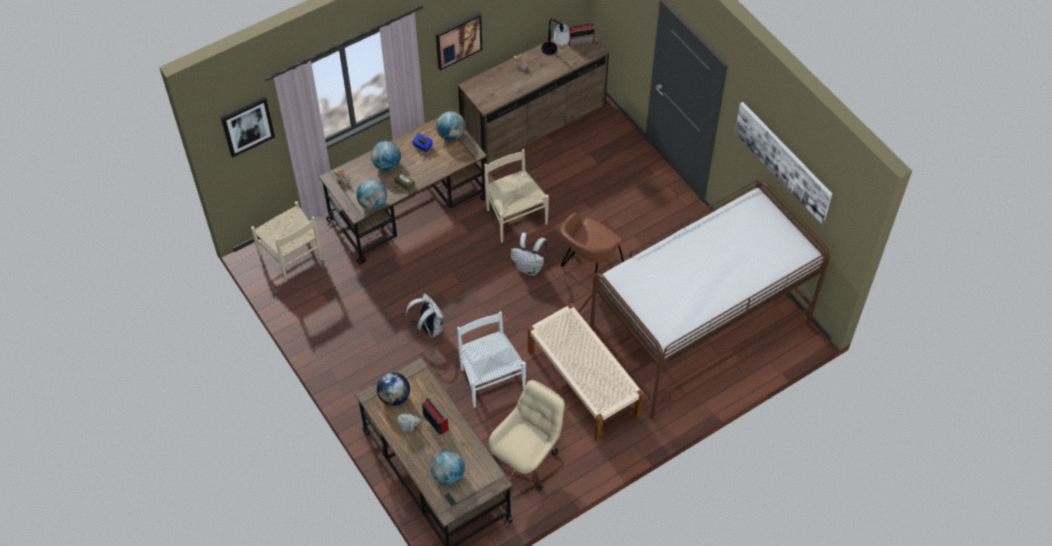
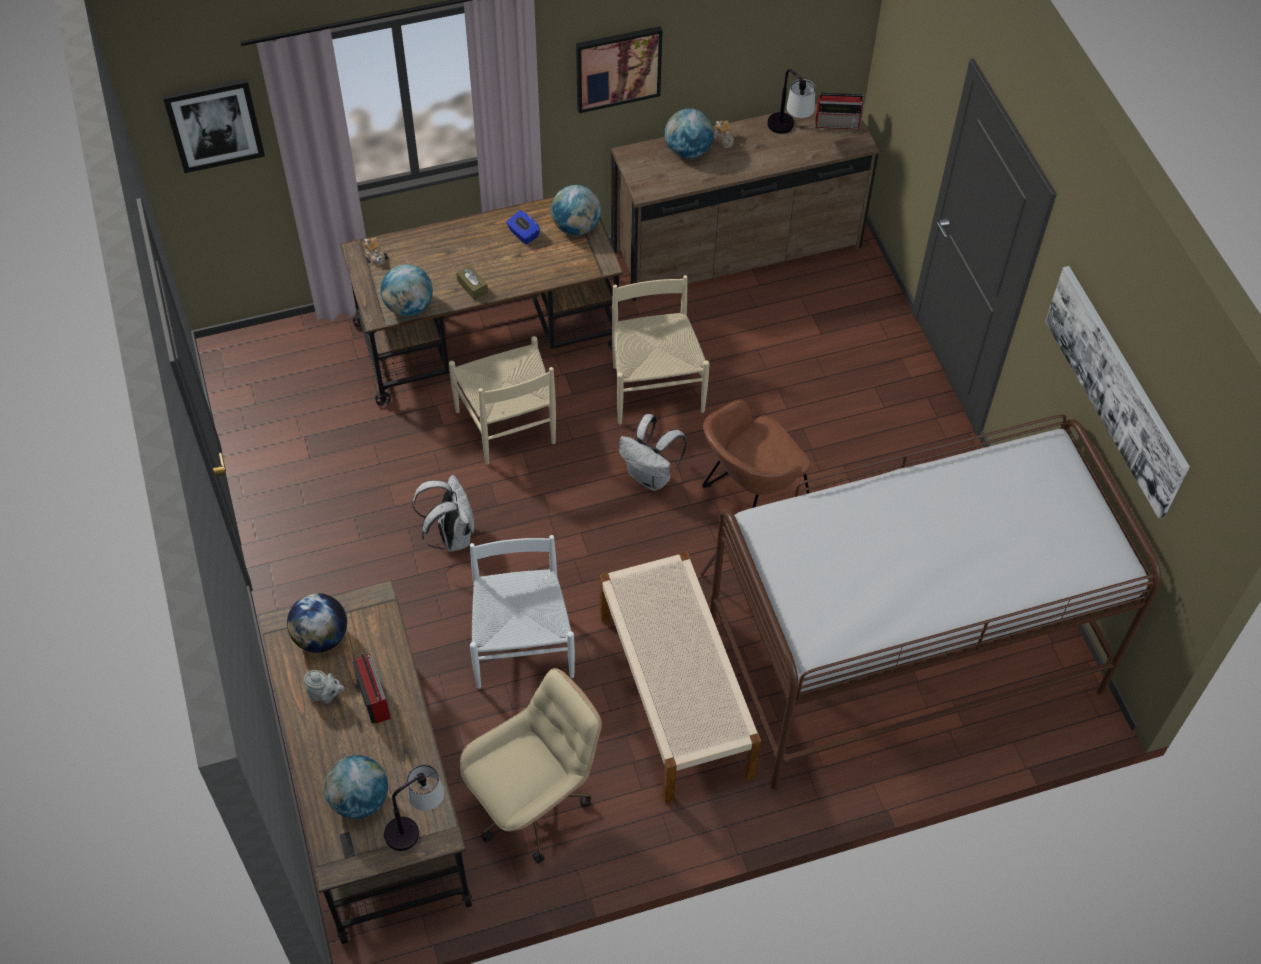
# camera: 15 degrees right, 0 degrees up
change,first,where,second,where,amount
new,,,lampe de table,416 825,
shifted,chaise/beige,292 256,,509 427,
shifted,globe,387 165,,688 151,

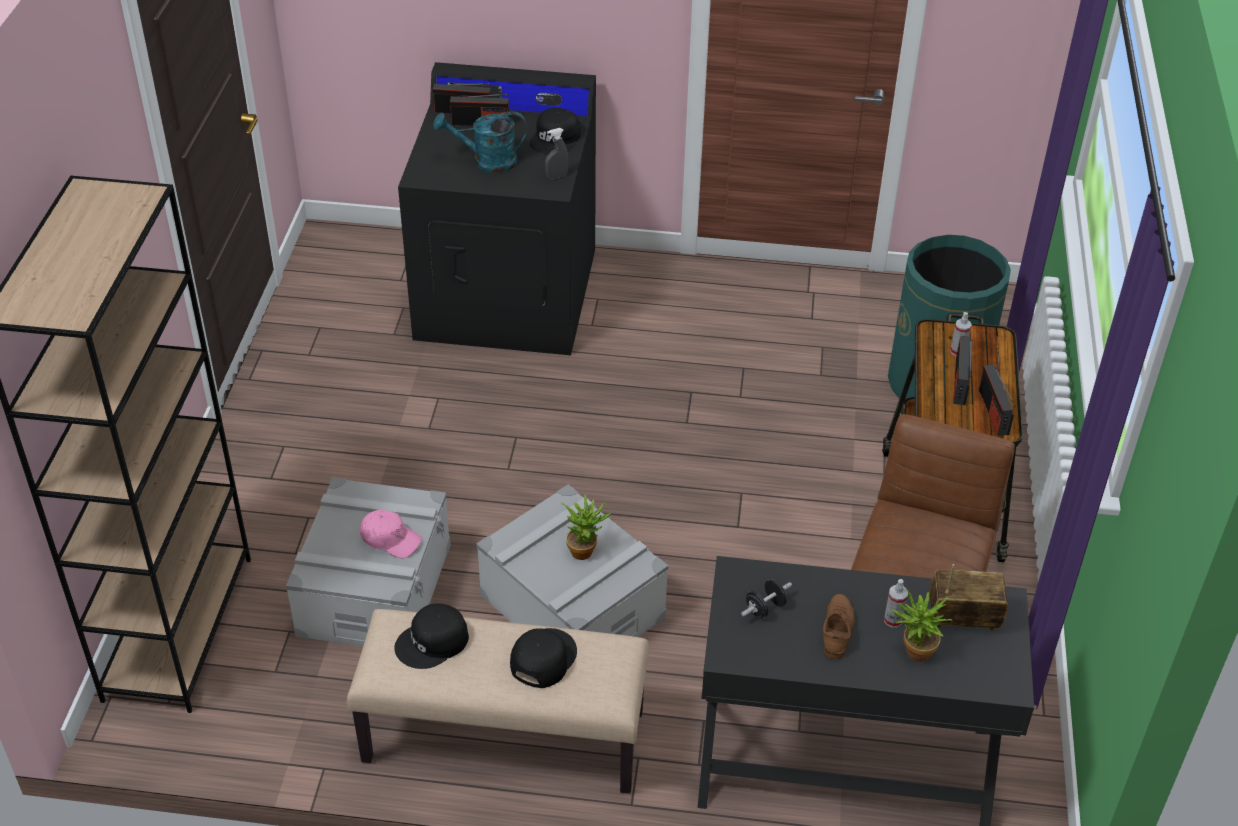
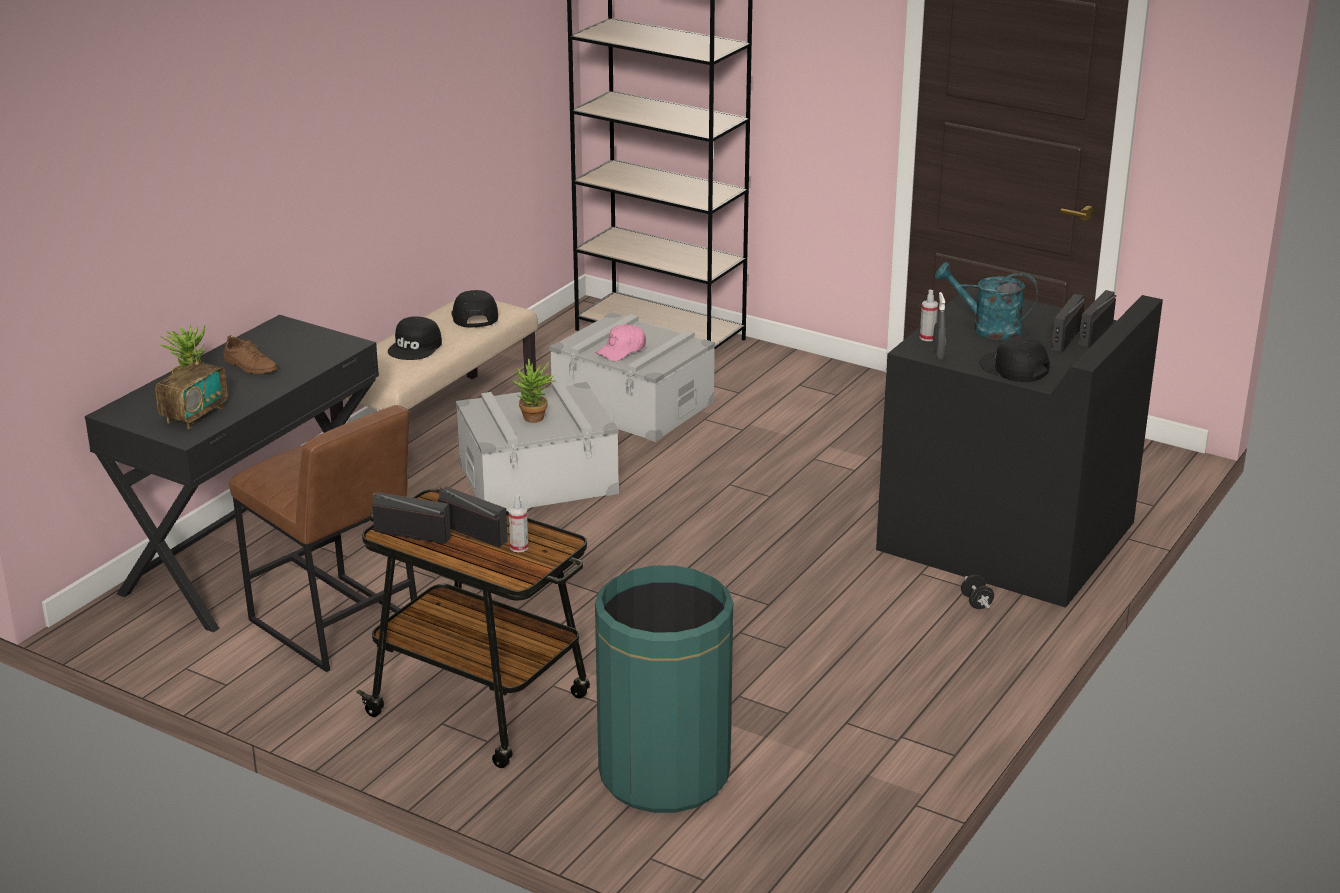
# camera: 115 degrees right, 15 degrees down
change,first,where,second,where,amount
rotated,casquette/noir,542 658,,416 347,60 degrees clockwise
shifted,vaporisateur,893 620,,927 337,
rotated,arrosoir/turquoise,486 162,,987 328,90 degrees counterclockwise
shifted,haltère/noir,765 608,,976 602,

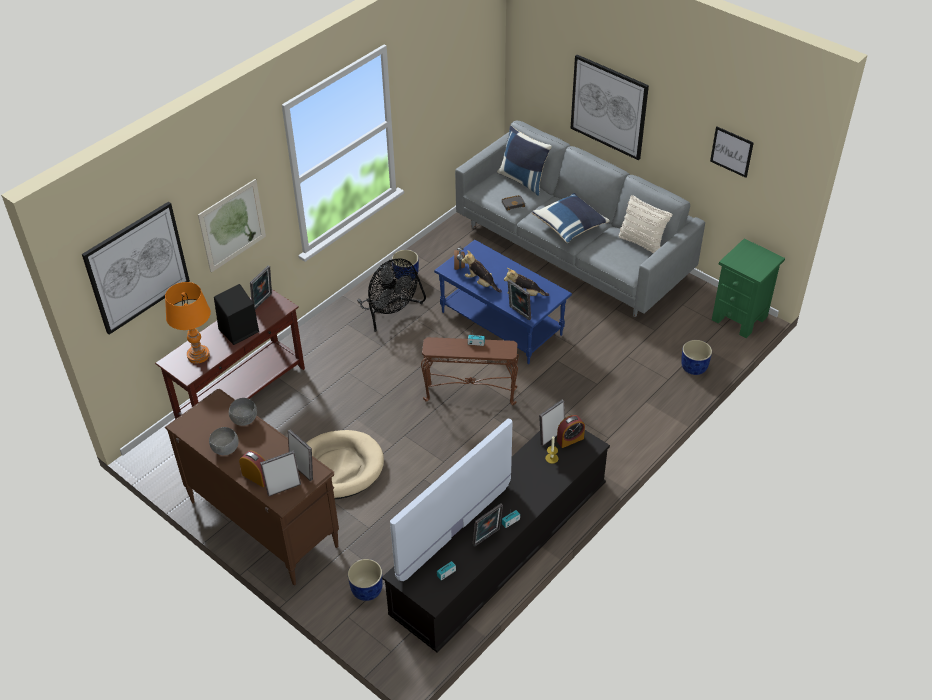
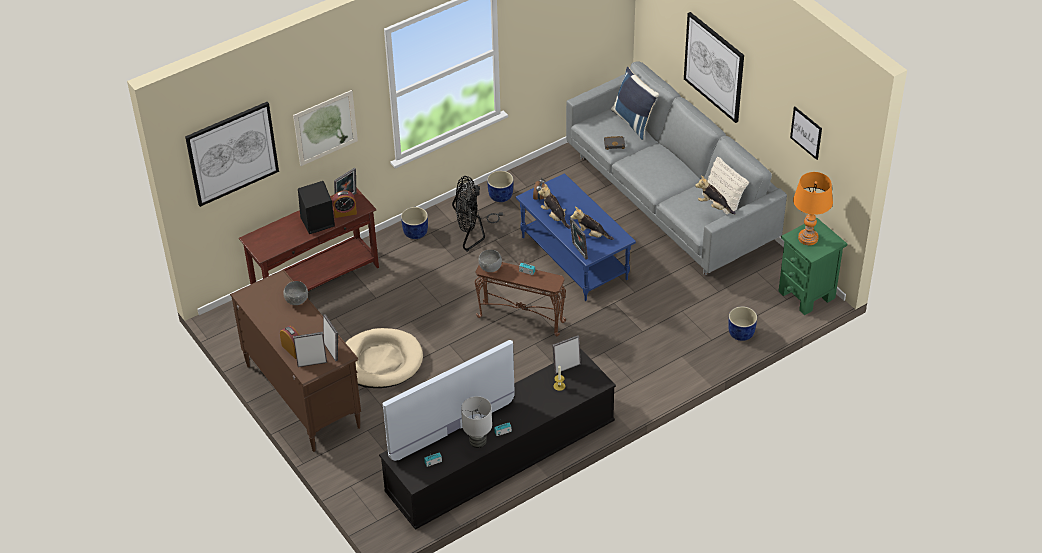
# camera: 15 degrees right, 0 degrees up
change,first,where,second,where,amount
shifted,réveil,570 439,,345 212,
shifted,cache-pot/bleu,367 589,,416 232,
rotated,ventilateur/noir,389 311,,473 228,105 degrees clockwise
swapped,cadre photo,487 538,lampe de table/gris,478 441,
shifted,bol/gris,225 450,,490 268,
new,,,peluche,714 206,
shifted,lampe de table/orange,198 355,,808 238,
gone,coussin/bleu,570 226,,,

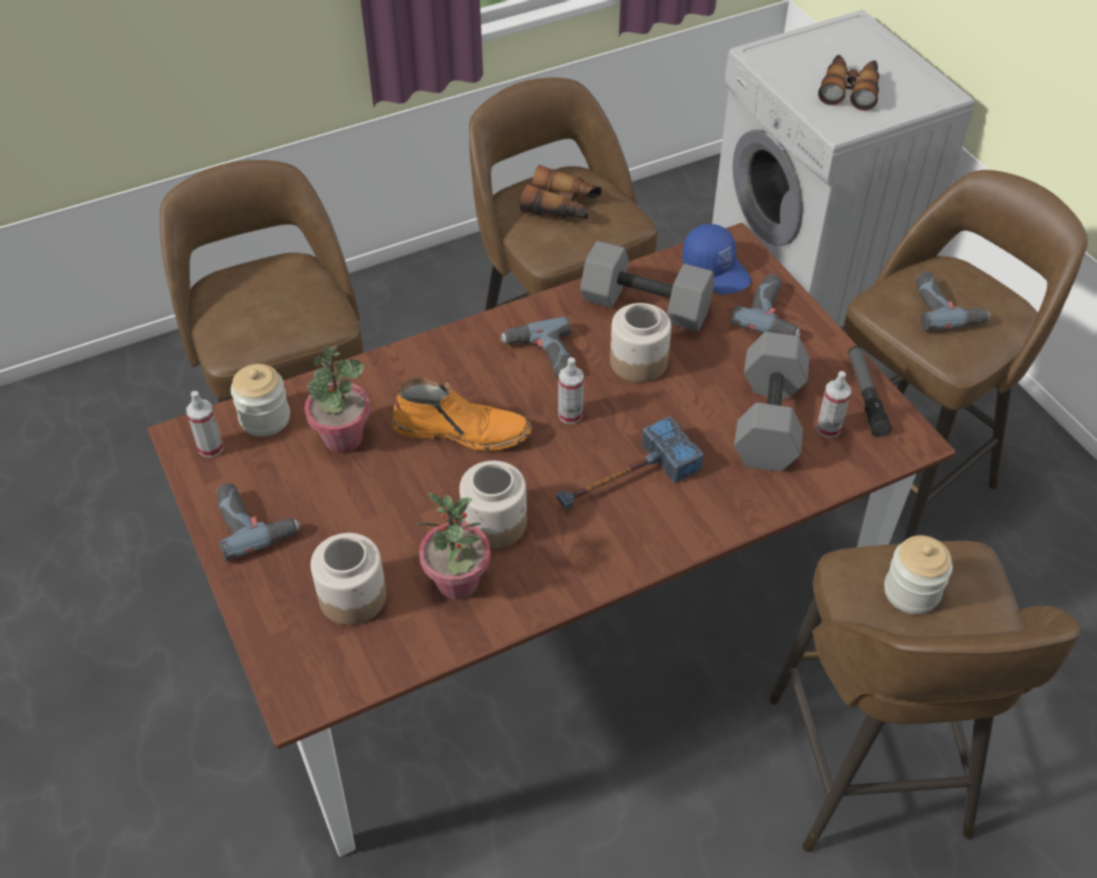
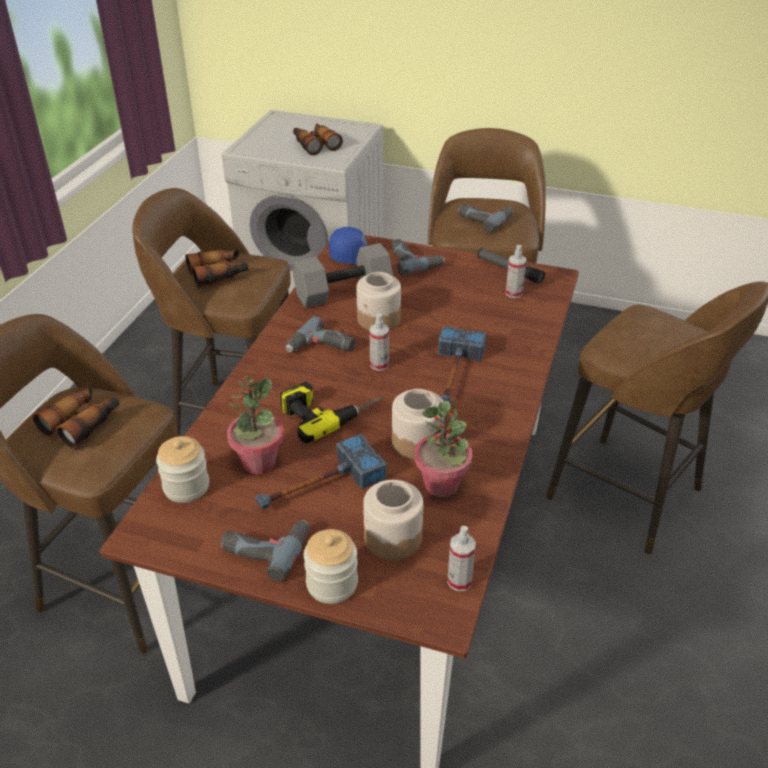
# camera: 45 degrees left, 10 degrees down
change,first,where,second,where,amount
new,,,jumelles,82 422,
new,,,marteau,318 487,
swapped,botte/orange,462 430,perceuse,328 410,
shifted,bocal,911 592,,332 584,
shifted,vaporisateur,211 448,,459 581,
gone,haltère/gris,766 419,,,

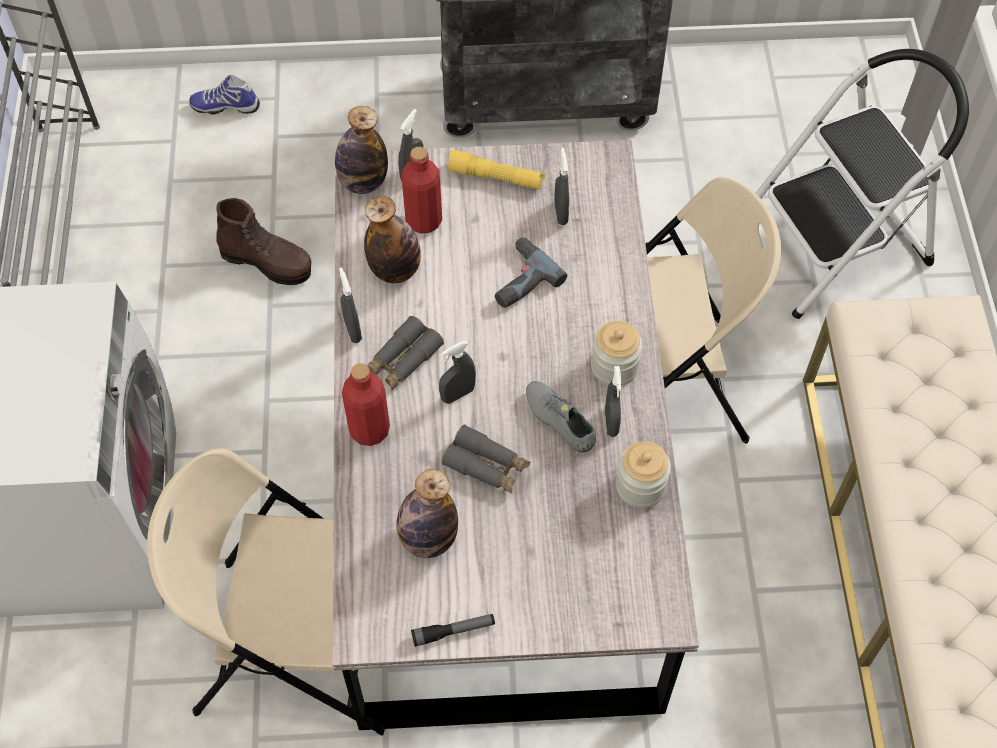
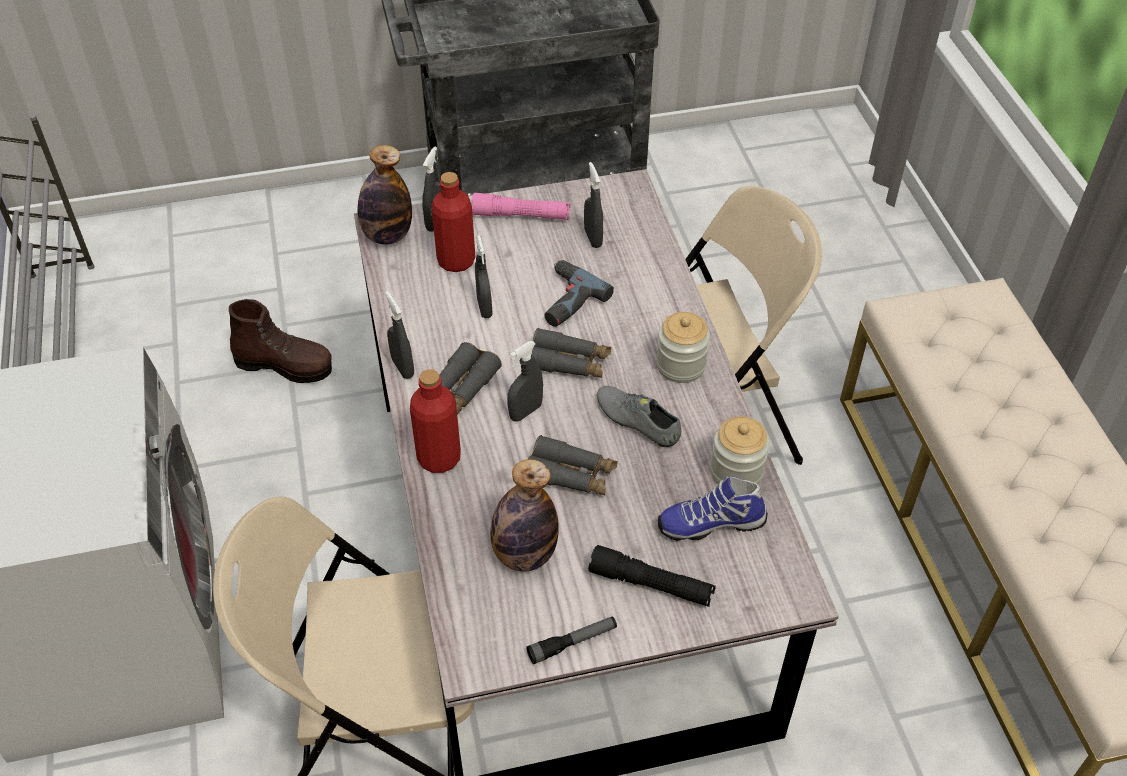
# camera: 10 degrees left, 10 degrees down
change,first,where,second,where,amount
repainted,lampe de poche/jaune,496 177,lampe de poche/rose,521 215,
shifted,vaporisateur/gris,611 422,,484 308,
new,,,jumelles/gris,569 362,
new,,,lampe de poche/noir,651 584,
shifted,chaussure,226 105,,710 522,
gone,bouteille,395 270,,,
gone,escabeau,838 243,,,

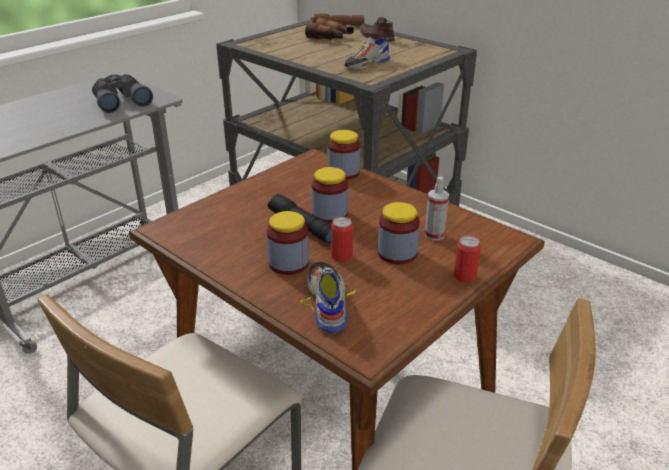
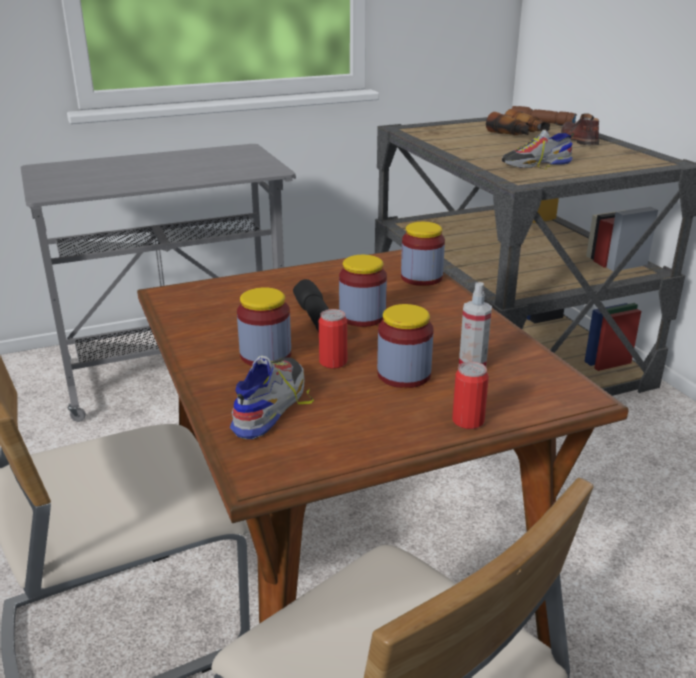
# camera: 25 degrees right, 5 degrees down
change,first,where,second,where,amount
gone,jumelles/gris,121 101,,,

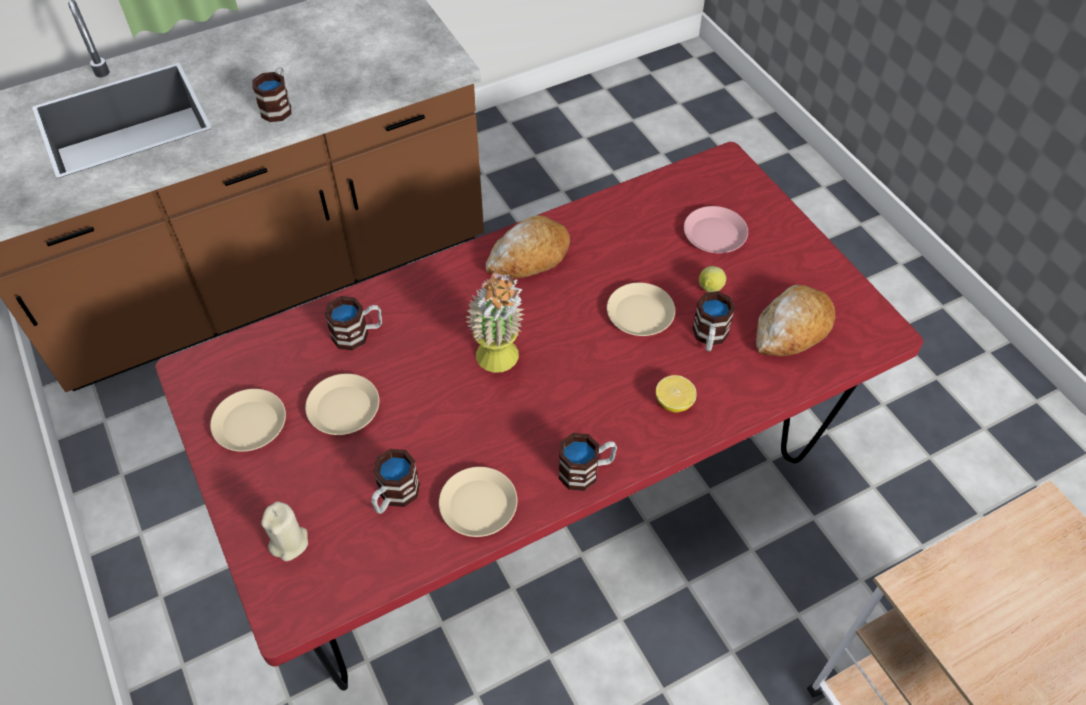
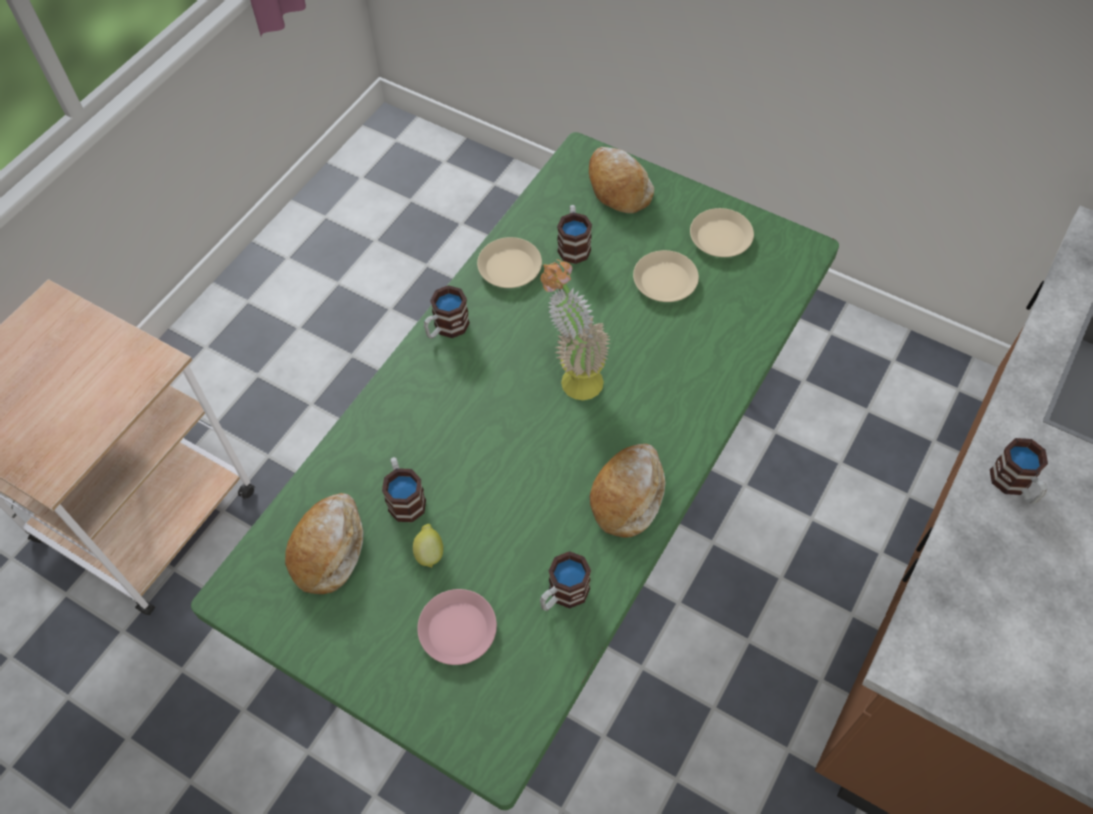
# camera: 150 degrees right, 5 degrees up
change,first,where,second,where,amount
repainted,table à manger/rouge,542 490,table à manger/vert,550 533,
shifted,mug,358 334,,562 595,
swapped,bougie/beige,289 542,pain,618 187,
gone,assiette/beige,640 314,,,
gone,citron,674 402,,,

